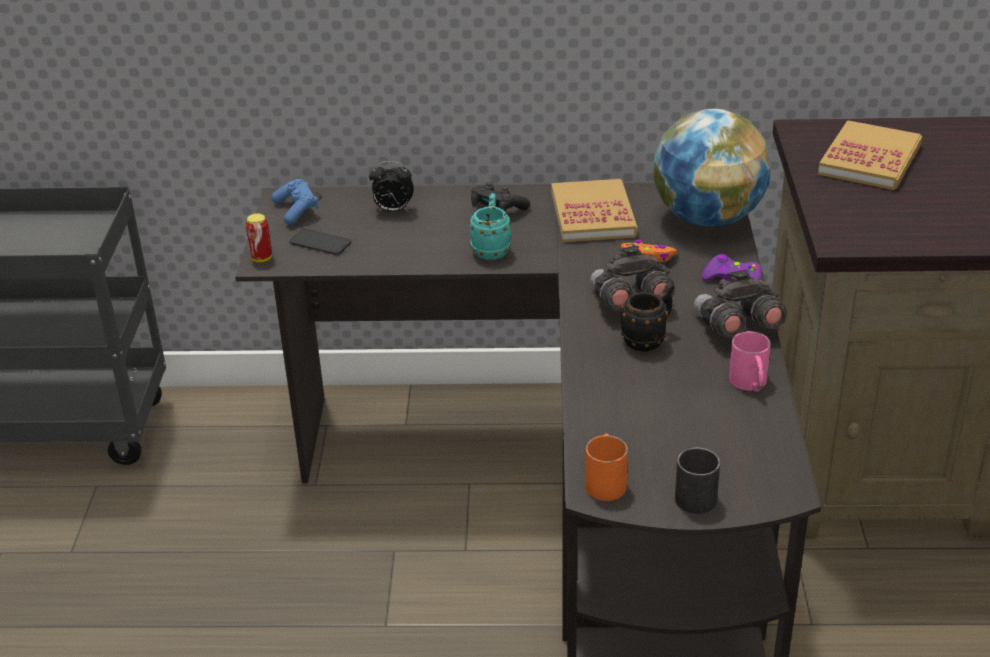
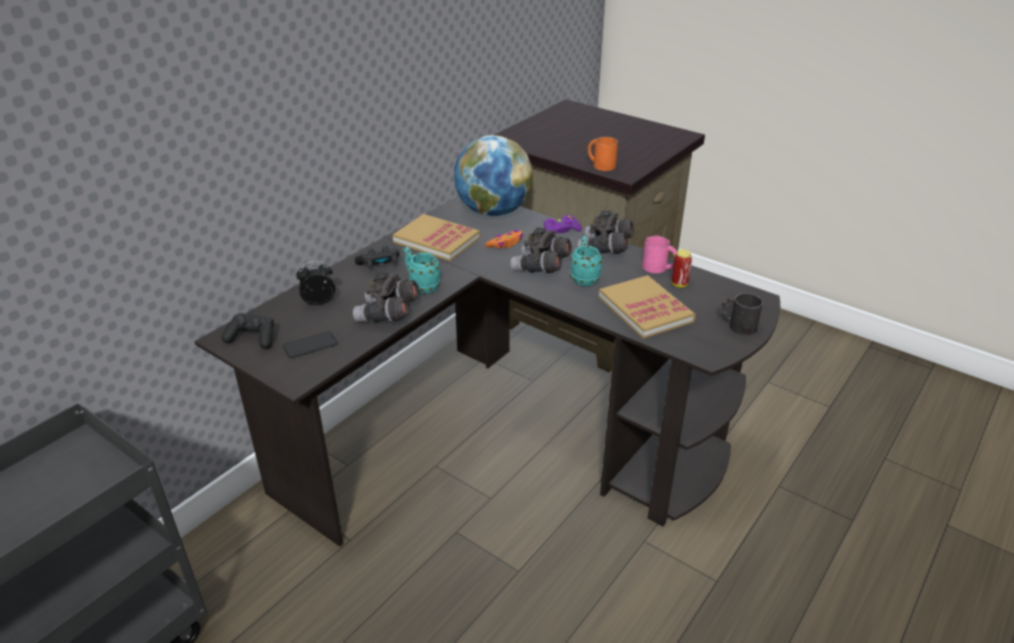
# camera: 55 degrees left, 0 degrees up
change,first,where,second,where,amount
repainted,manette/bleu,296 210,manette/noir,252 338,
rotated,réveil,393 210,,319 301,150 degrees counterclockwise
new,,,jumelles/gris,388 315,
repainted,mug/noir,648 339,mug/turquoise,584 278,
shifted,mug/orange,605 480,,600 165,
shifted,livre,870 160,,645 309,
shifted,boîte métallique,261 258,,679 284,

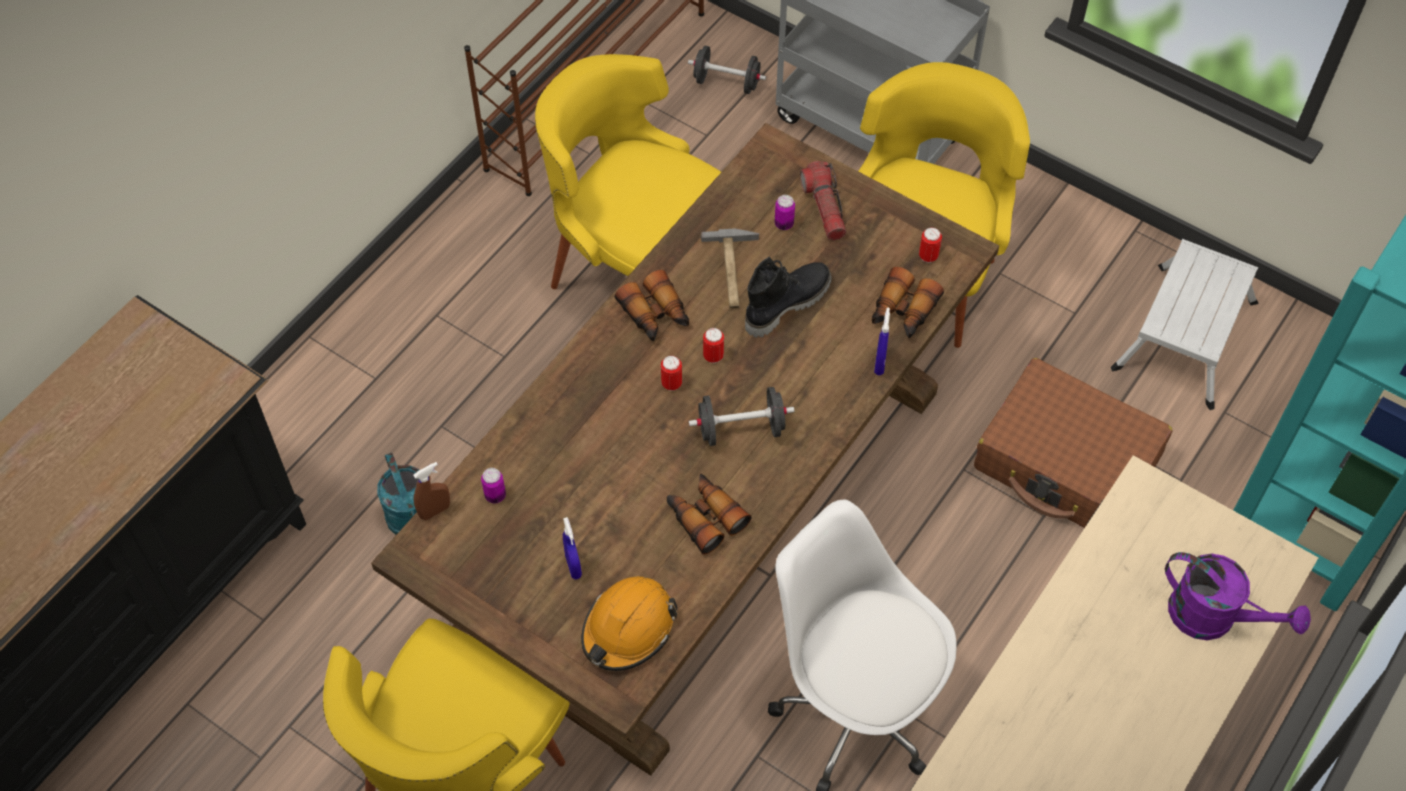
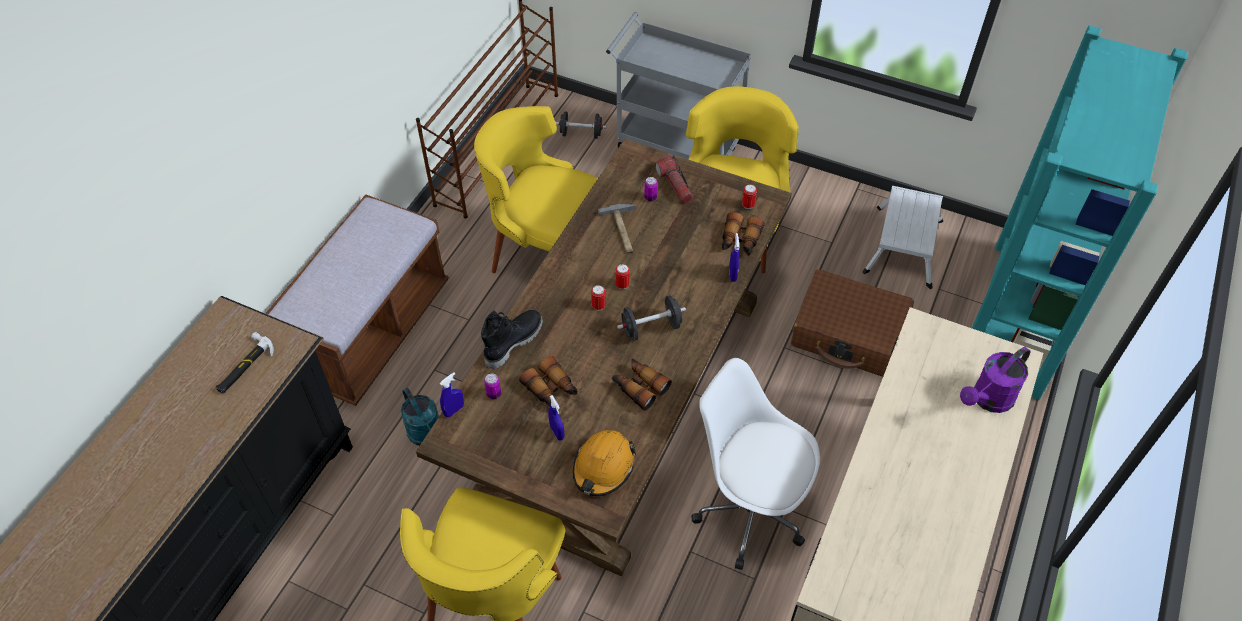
# camera: 10 degrees left, 5 degrees down
change,first,where,second,where,amount
new,,,marteau,244 366,
new,,,banc/marron,371 332,
repainted,vaporisateur/marron,435 511,vaporisateur/bleu,454 410,
shifted,botte/noir,786 303,,513 342,
shifted,jumelles,655 315,,551 389,
rotated,arrosoir/violet,1214 618,,988 400,120 degrees clockwise

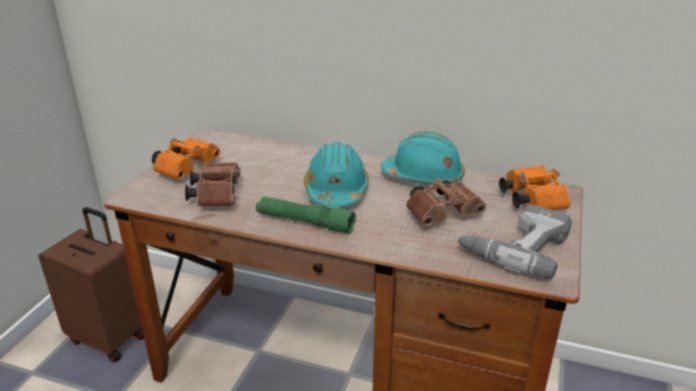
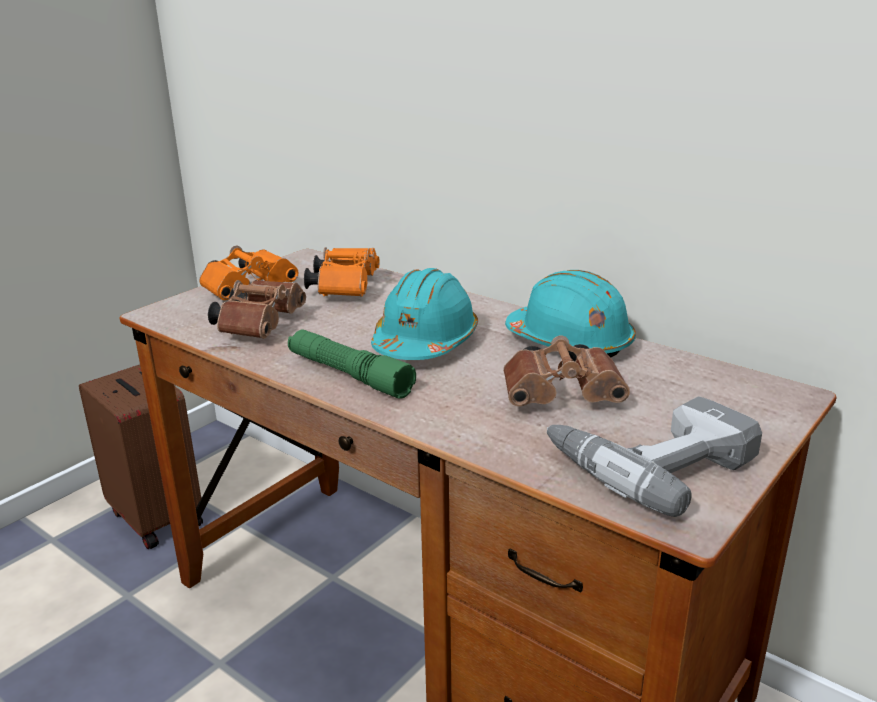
# camera: 20 degrees right, 5 degrees down
change,first,where,second,where,amount
shifted,jumelles/orange,530 200,,345 287,

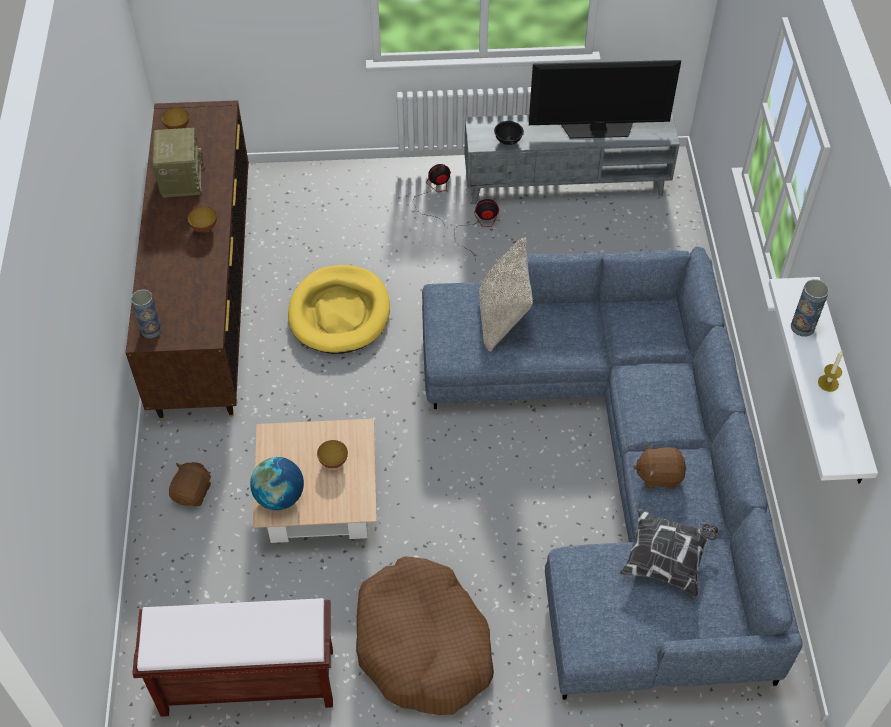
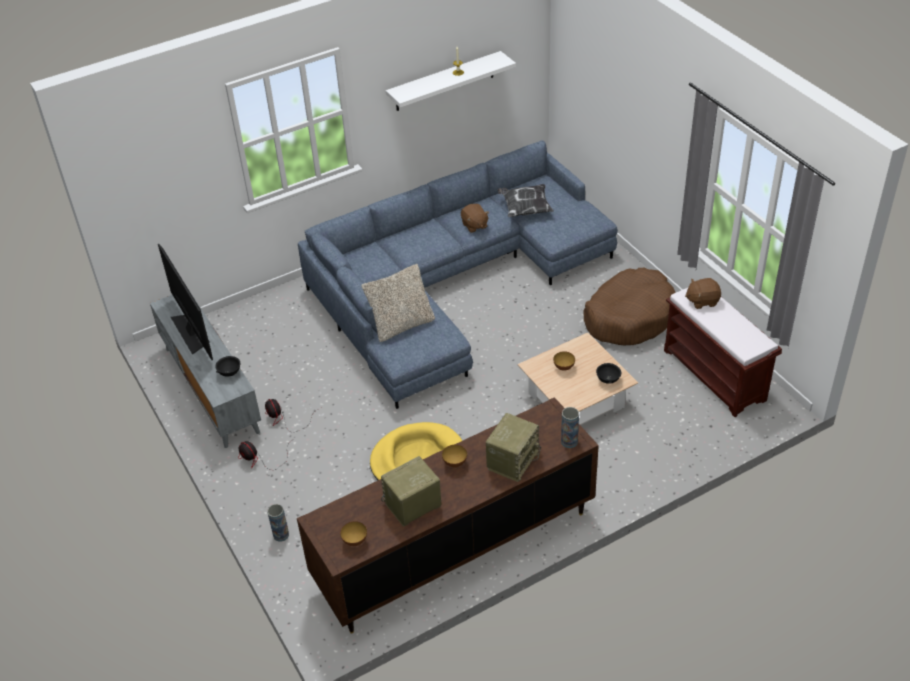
# camera: 115 degrees left, 10 degrees down
change,first,where,second,where,amount
shifted,vase,802 327,,281 535,
new,,,radio,512 460,
swapped,globe,279 497,bol/noir,608 380,
shifted,peluche/marron,193 492,,702 301,

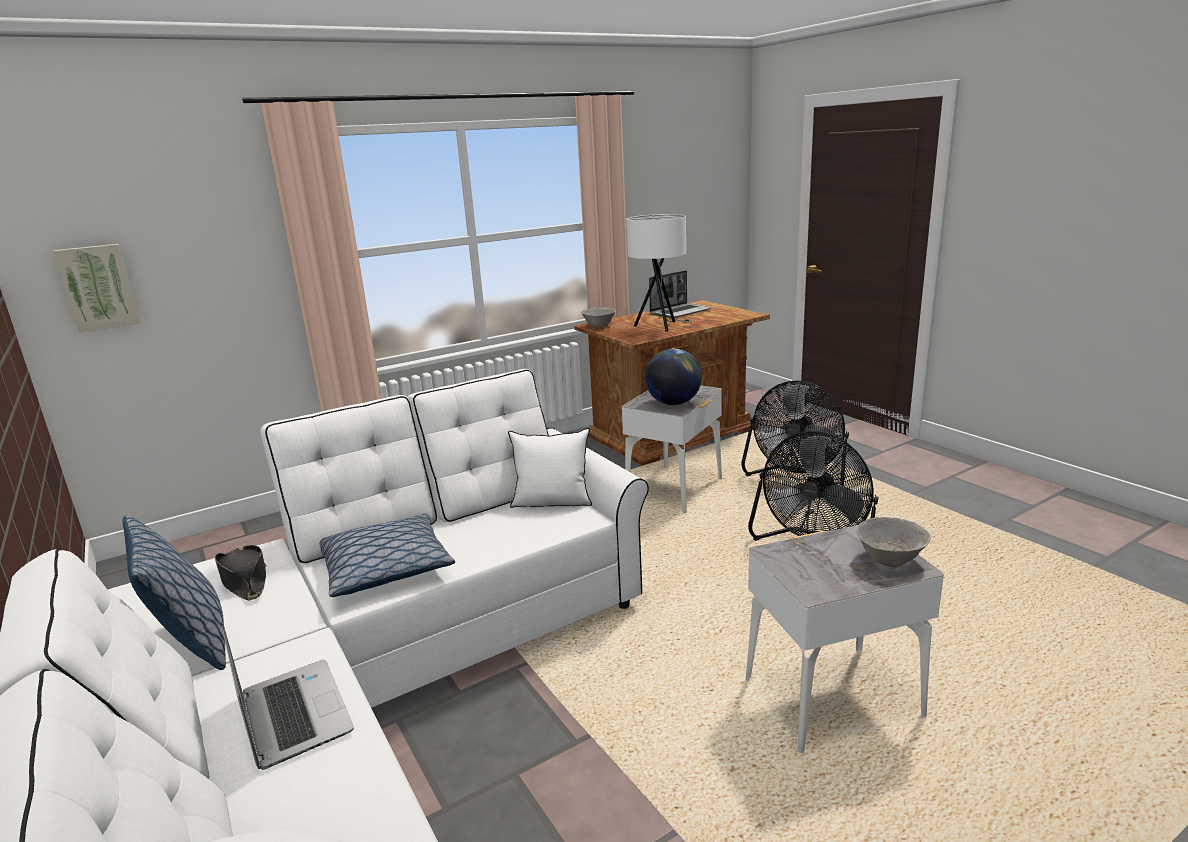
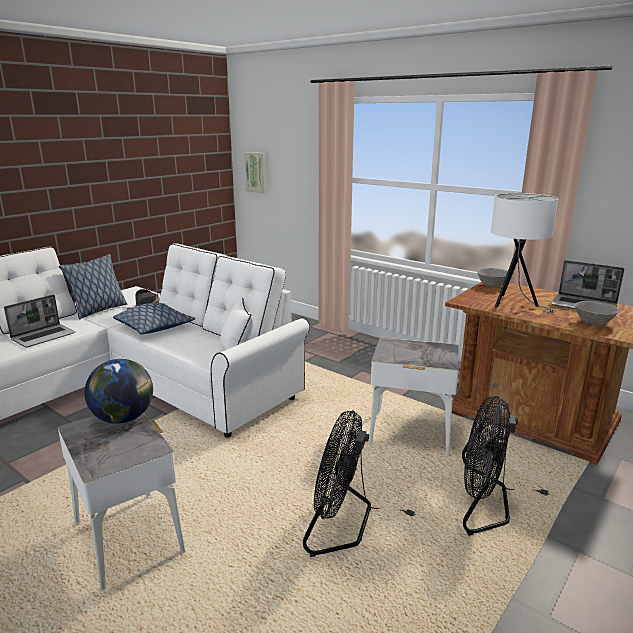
# camera: 70 degrees right, 0 degrees up
change,first,where,second,where,amount
shifted,globe,673 403,,124 418,
shifted,bol/gris,891 559,,594 323,

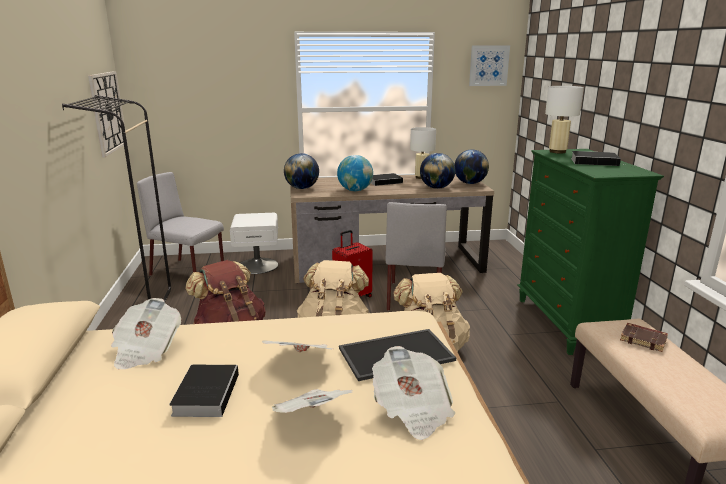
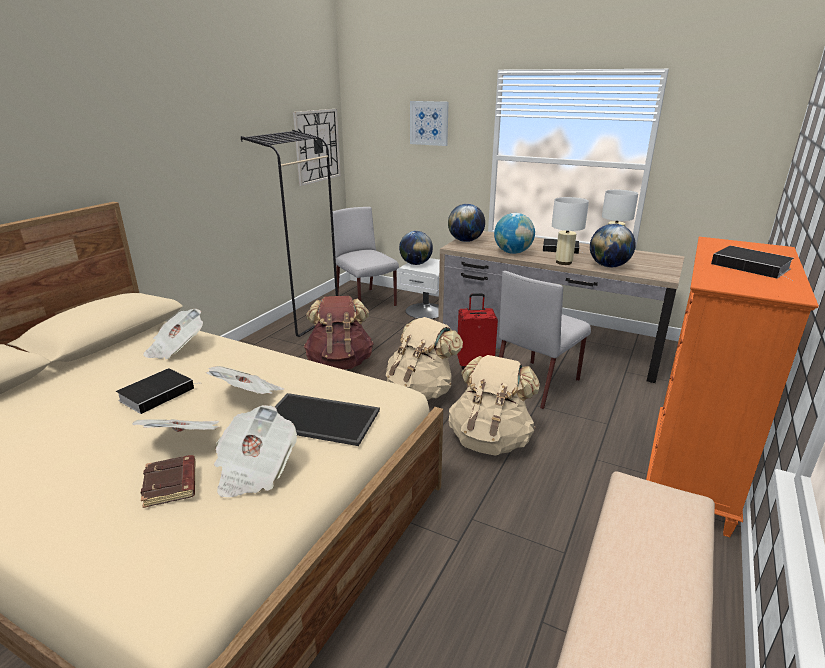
# camera: 35 degrees right, 5 degrees up
change,first,where,second,where,amount
shifted,livre/marron,644 340,,171 485,
shifted,globe,470 183,,416 264,
shifted,tableau,488 65,,429 123,
shifted,lampe de table/blanc,558 152,,564 262,
repainted,commode/vert,567 324,commode/orange,690 476,

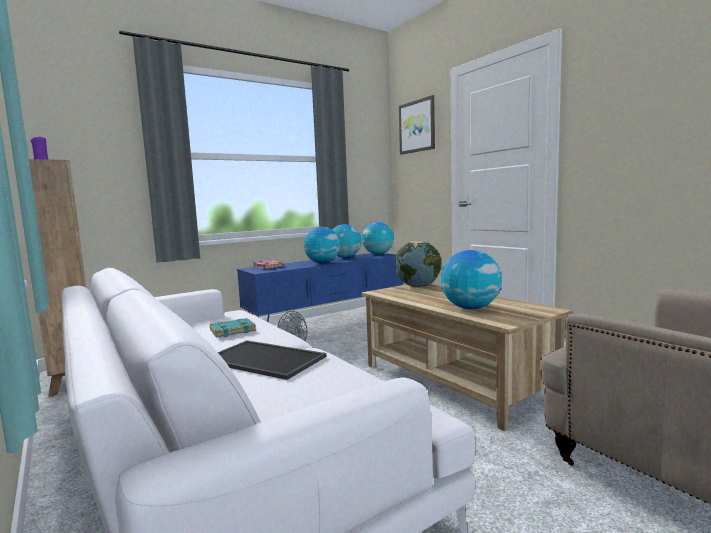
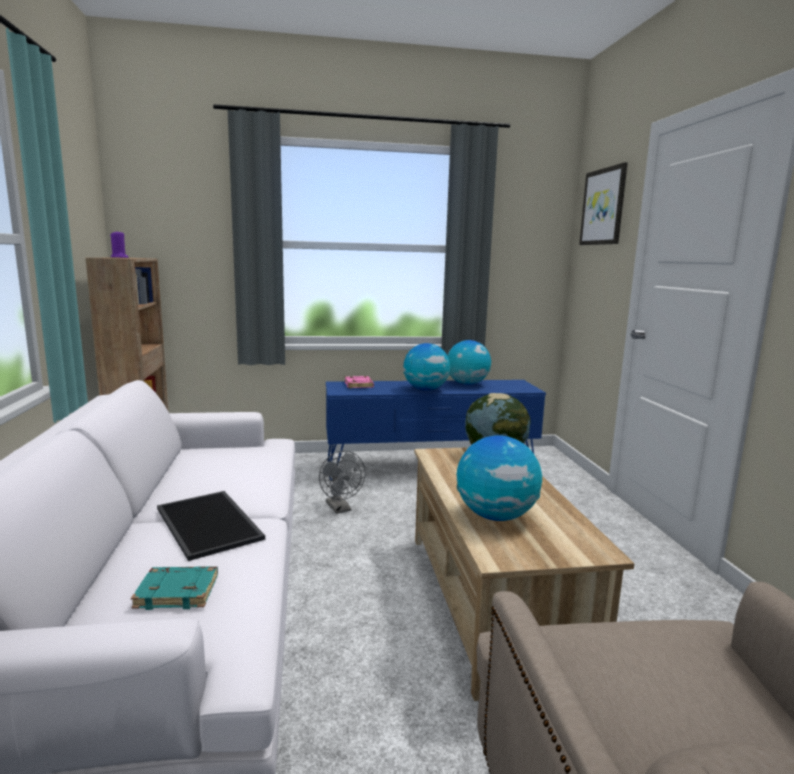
# camera: 25 degrees right, 5 degrees up
change,first,where,second,where,amount
shifted,livre/turquoise,233 331,,178 592,
gone,globe,378 254,,,

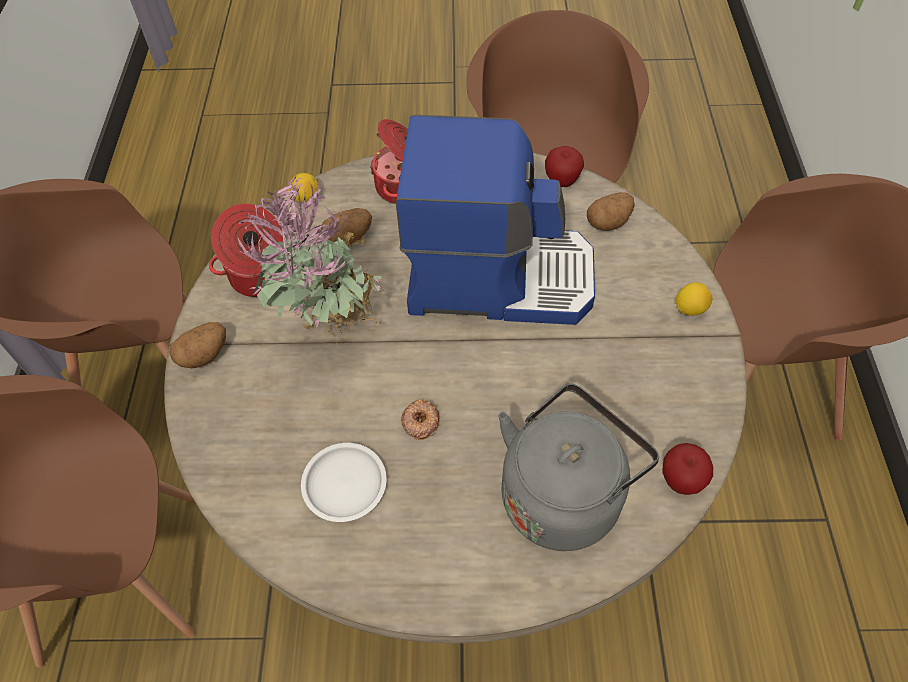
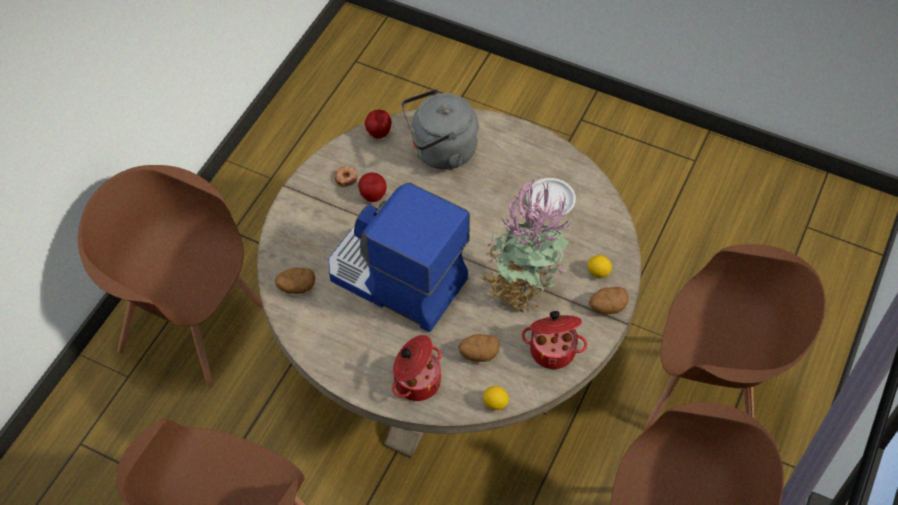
# camera: 155 degrees left, 0 degrees up
change,first,where,second,where,amount
shifted,beignet,420 422,,346 178,
shifted,pomme,562 181,,373 196,
shifted,citron,689 308,,598 272,

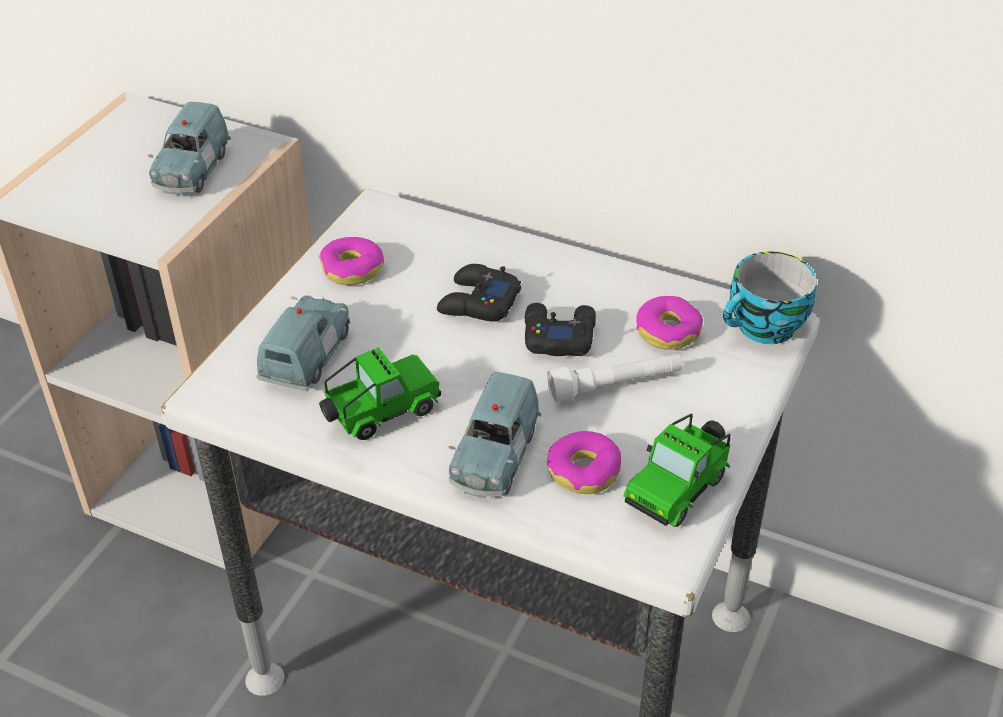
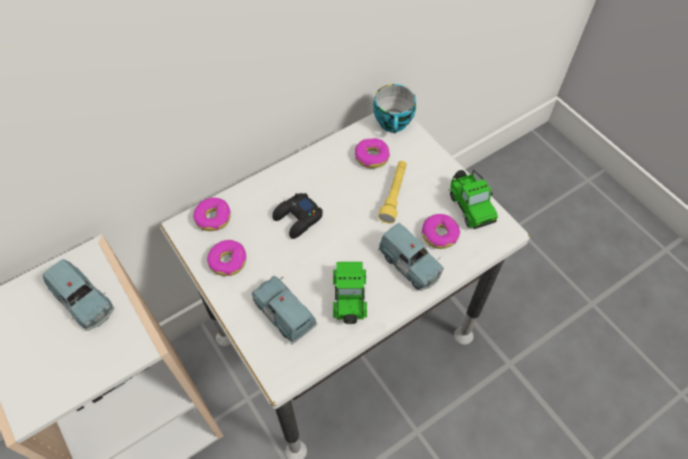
# camera: 60 degrees left, 15 degrees up
change,first,where,second,where,amount
new,,,beignet,213 218,
repainted,lampe de poche/blanc,615 386,lampe de poche/jaune,394 195,
gone,manette/noir,558 336,,,

